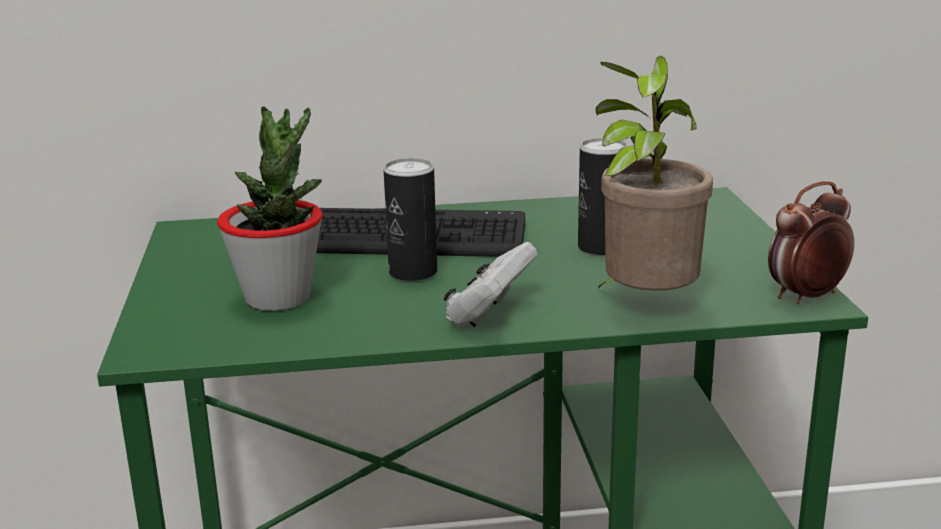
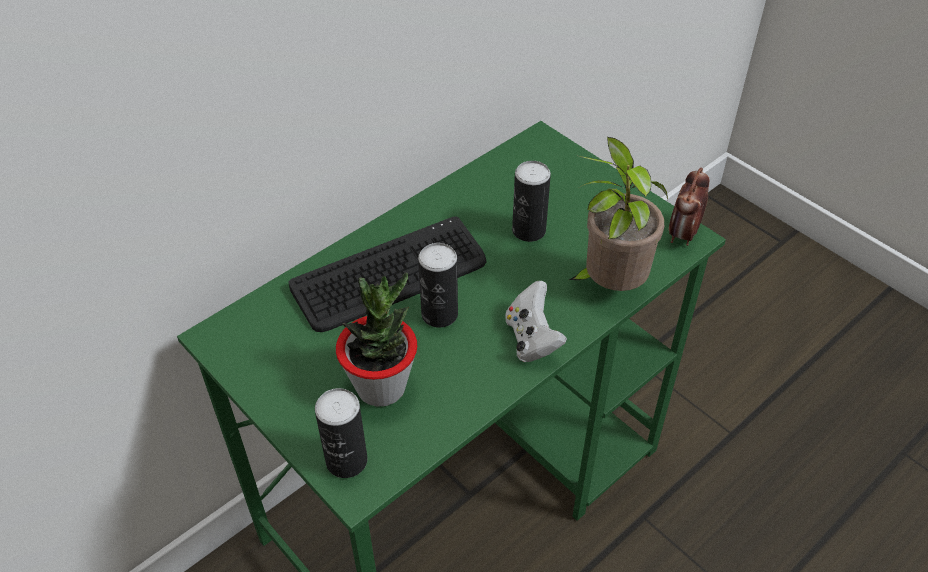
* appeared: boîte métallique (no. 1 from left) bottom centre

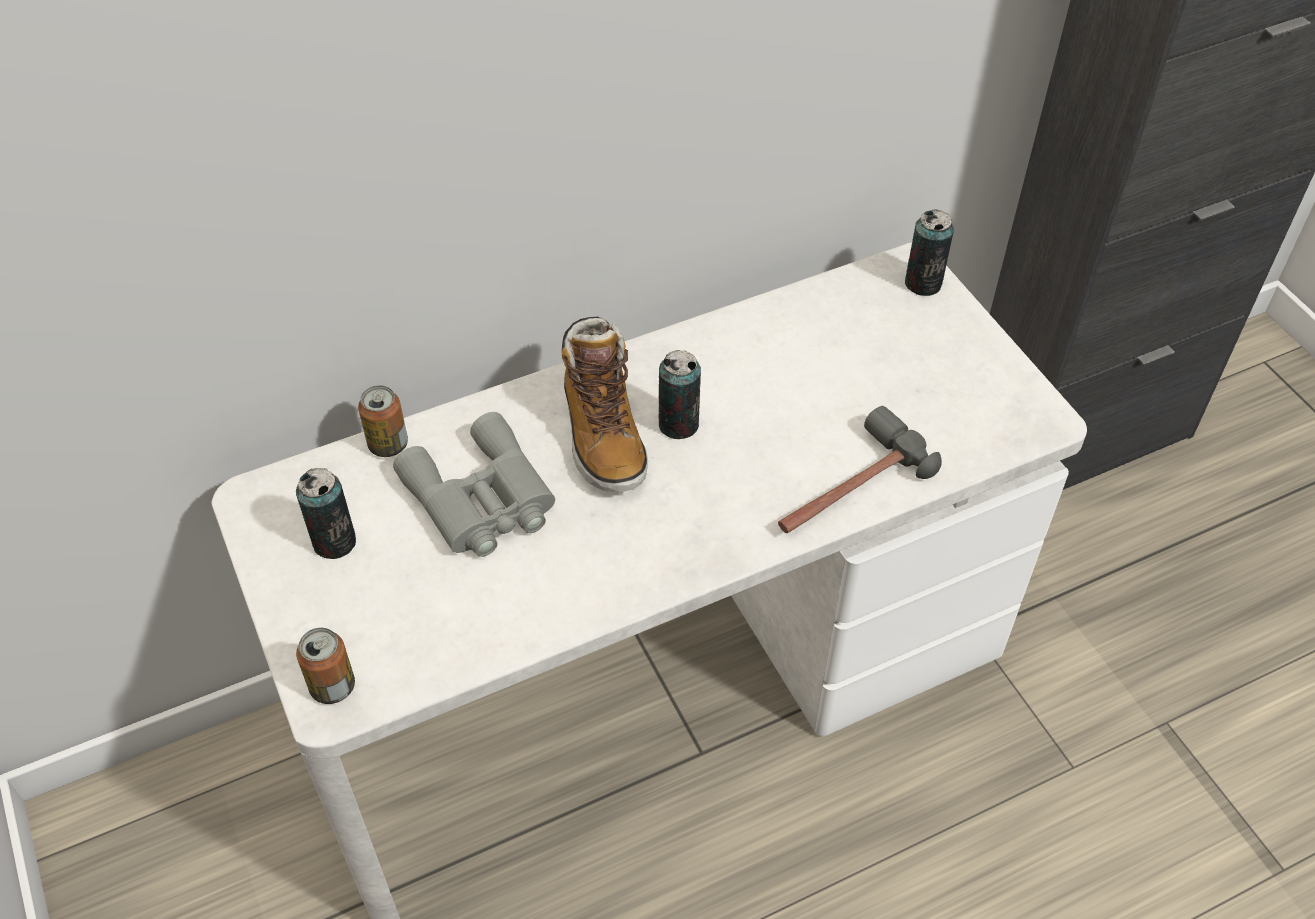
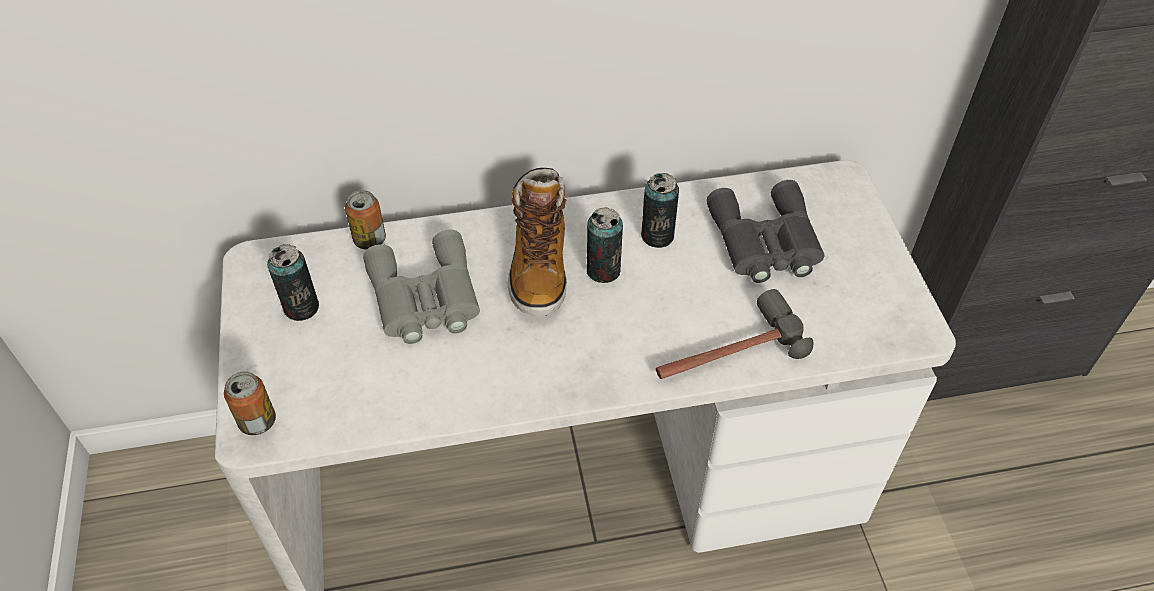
* relocated: boîte métallique (no. 5 from left) top right to centre
* appeared: jumelles [gris] (no. 2 from left) centre

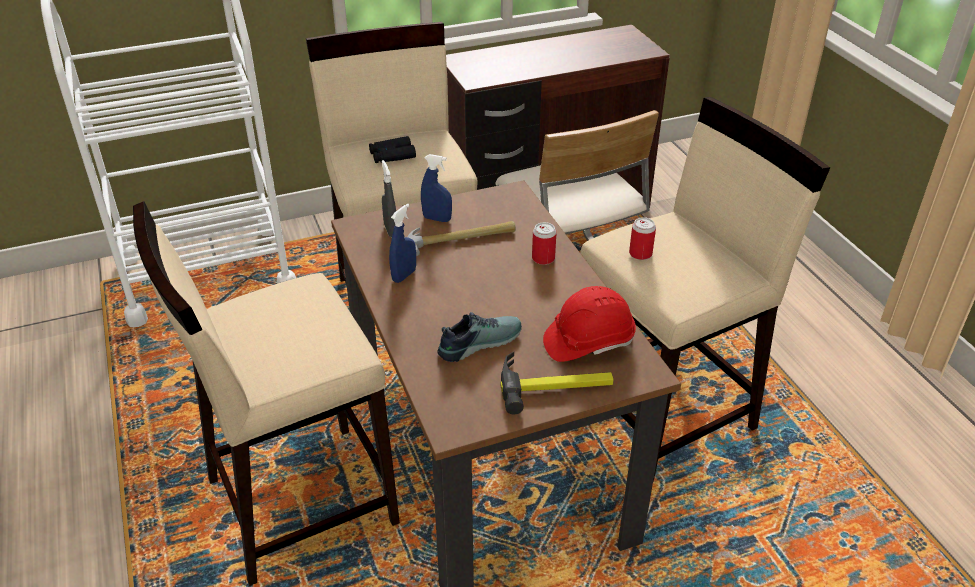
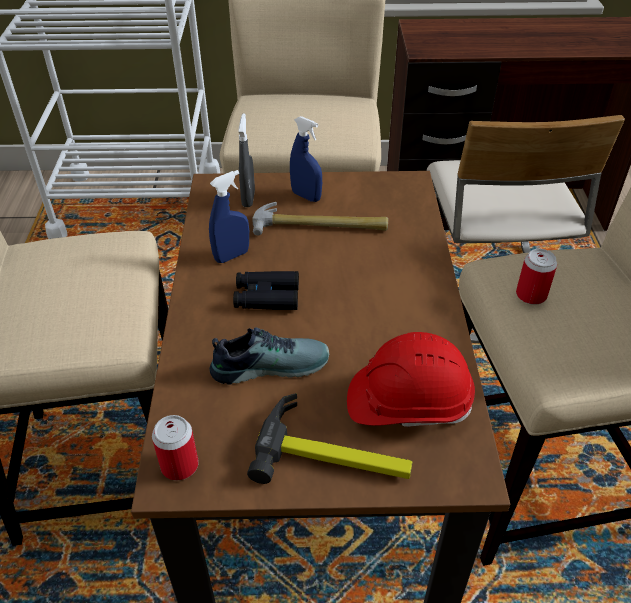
* relocated: jumelles [noir] top centre to centre
* relocated: boîte métallique (no. 1 from left) centre to bottom left

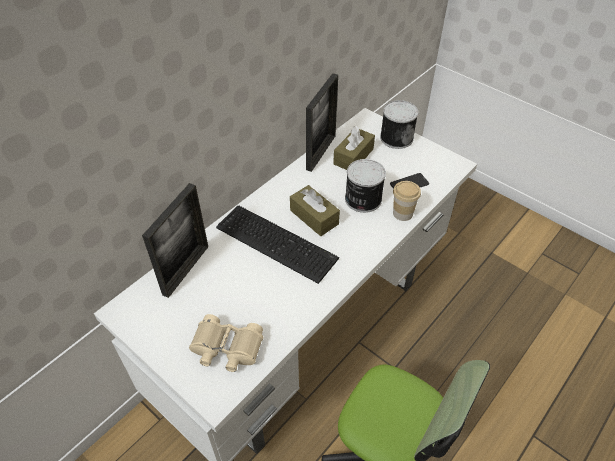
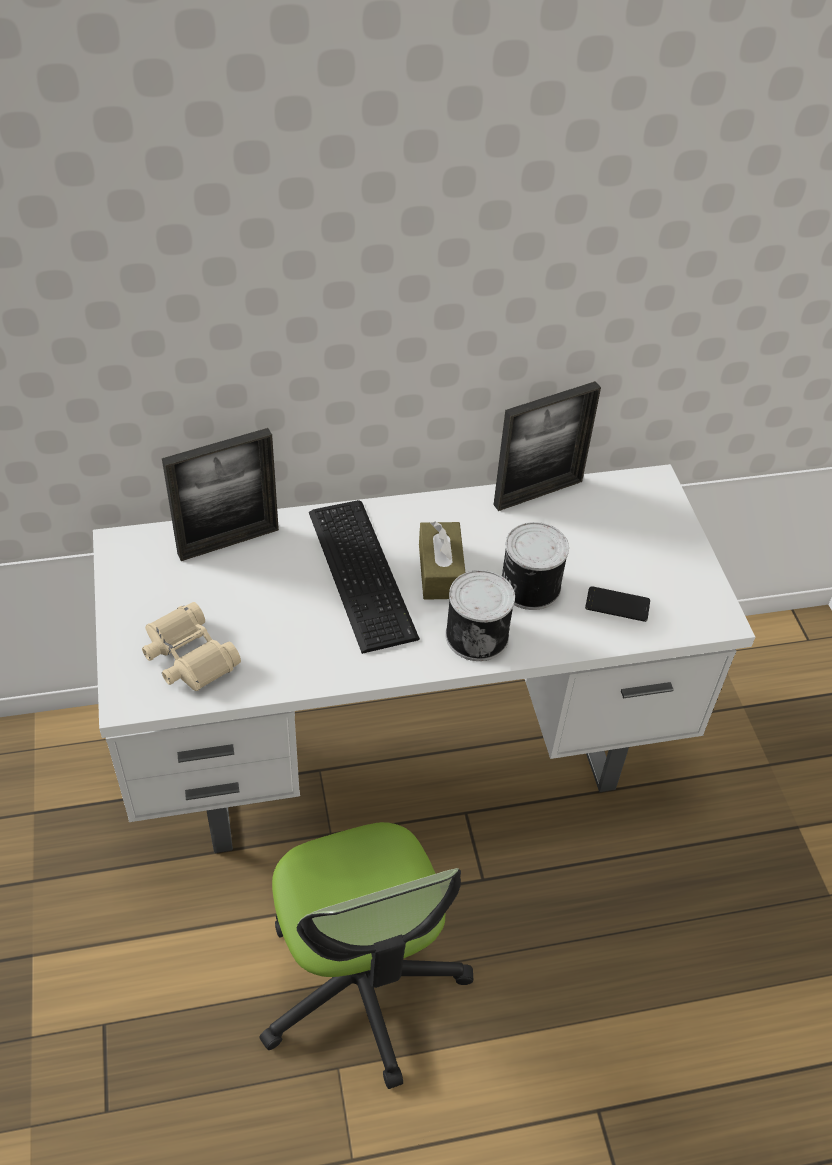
* missing: boîte à mouchoirs [marron] (no. 2 from left) top centre
* relocated: boîte métallique (no. 2 from left in the first image) top centre to boîte métallique (no. 1 from left) centre
* missing: tasse centre

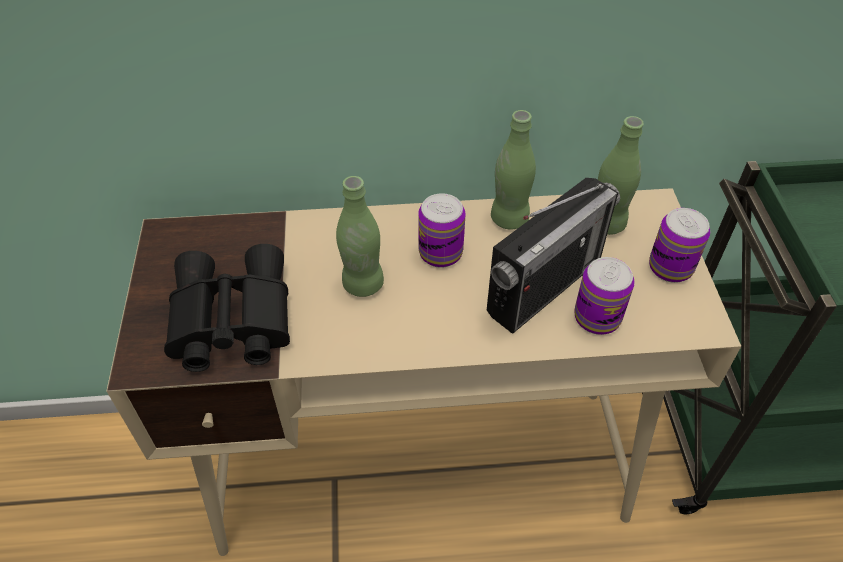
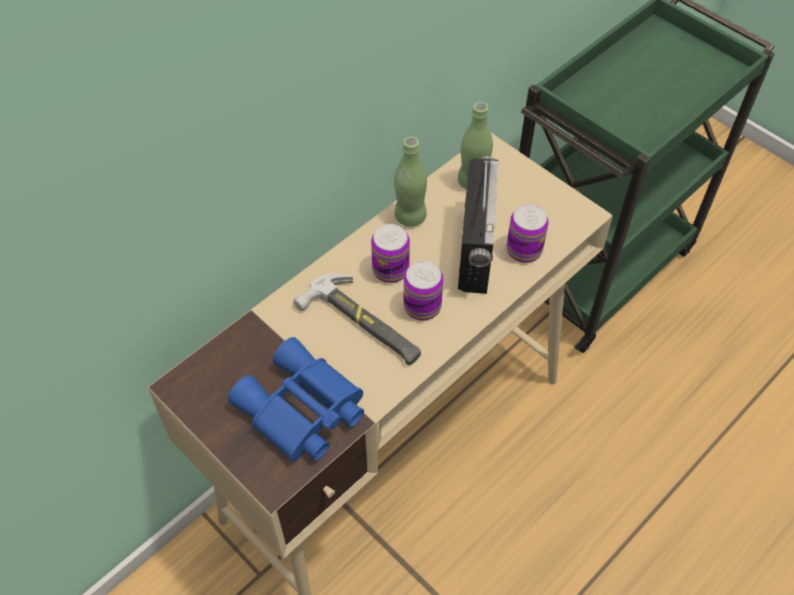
* colour: jumelles [noir] middle left to jumelles [bleu] bottom centre
* exchanged: bouteille [vert] (no. 1 from left) centre to marteau centre
* relocated: boîte métallique (no. 3 from left in the first image) middle right to boîte métallique (no. 2 from left) centre

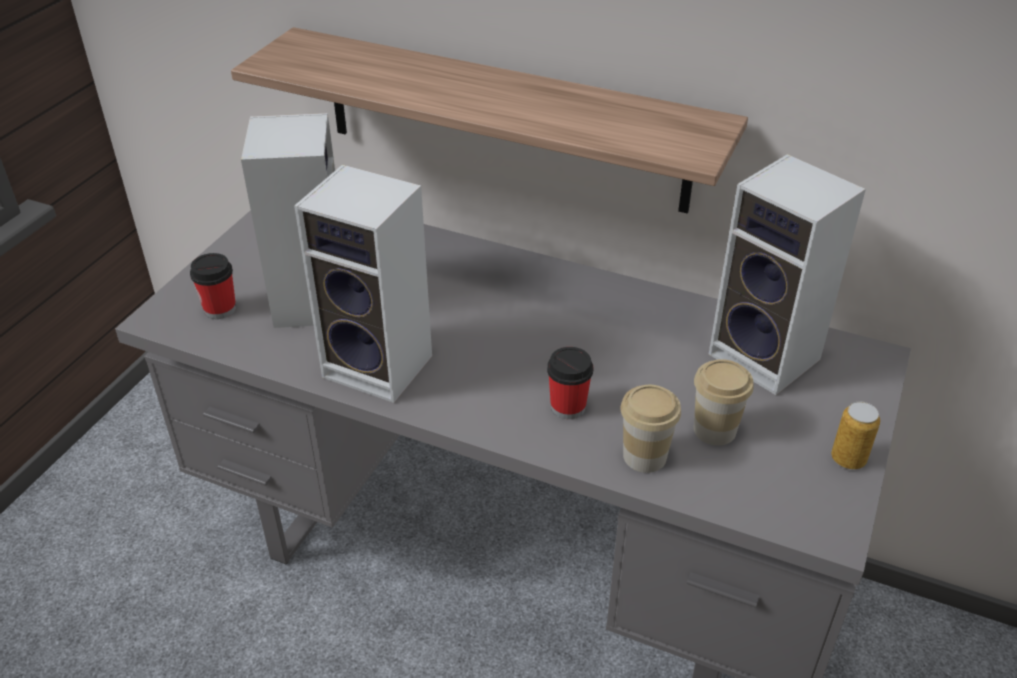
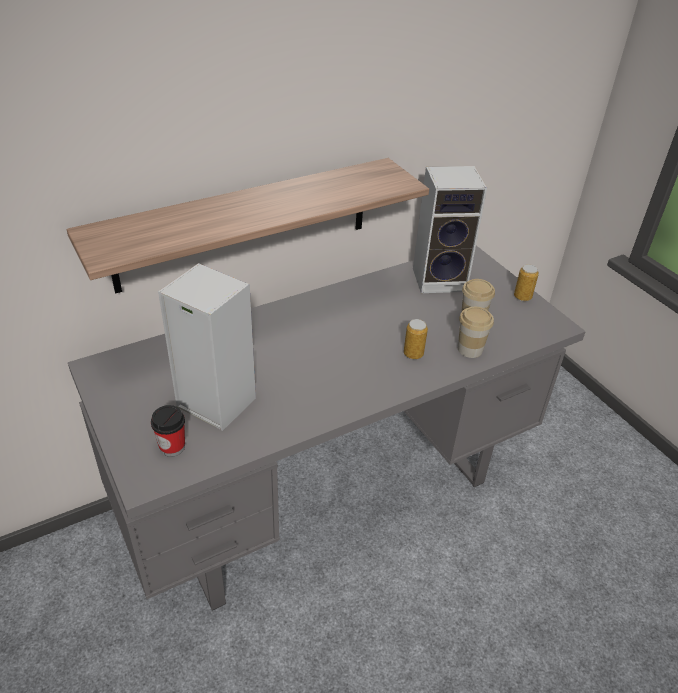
* missing: enceinte (no. 2 from left) centre
* exchanged: tasse (no. 2 from left) centre to boîte métallique (no. 1 from left) centre

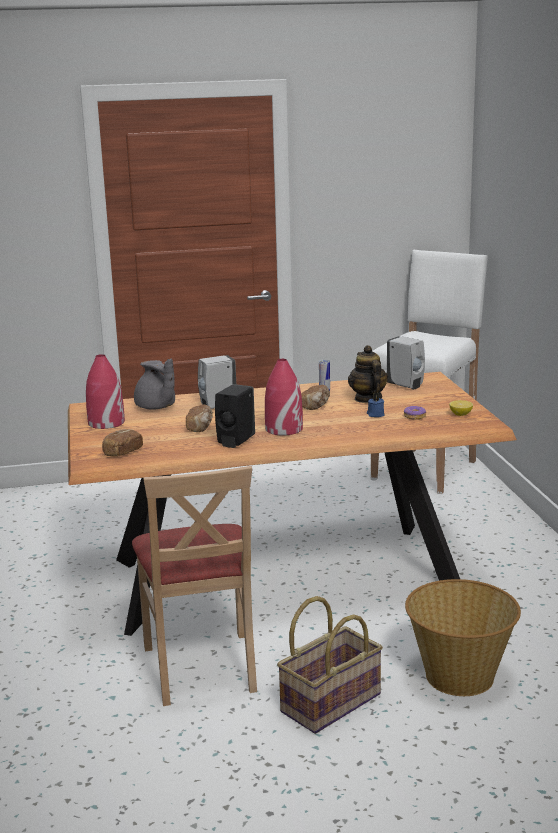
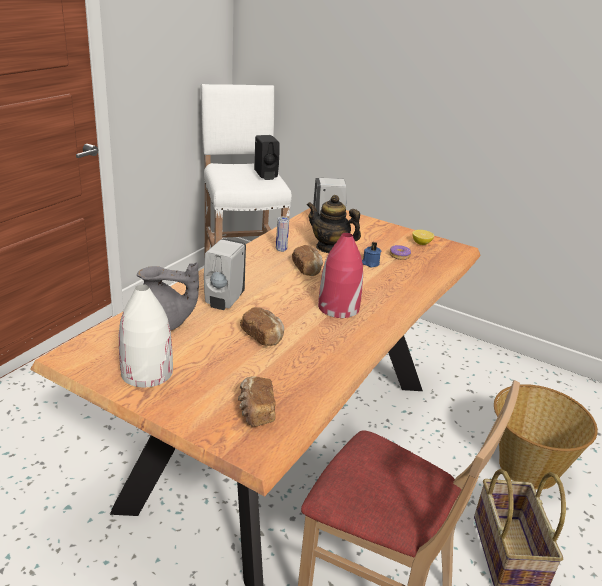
* colour: vase [rouge] (no. 1 from left) middle left to vase [blanc] middle left
* relocated: distributeur de savon [noir] centre to top centre

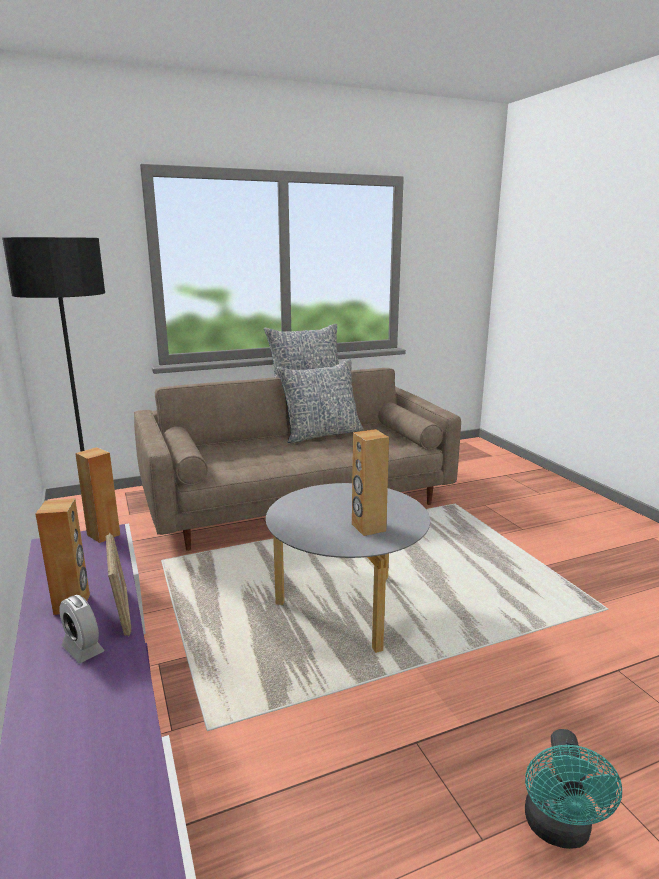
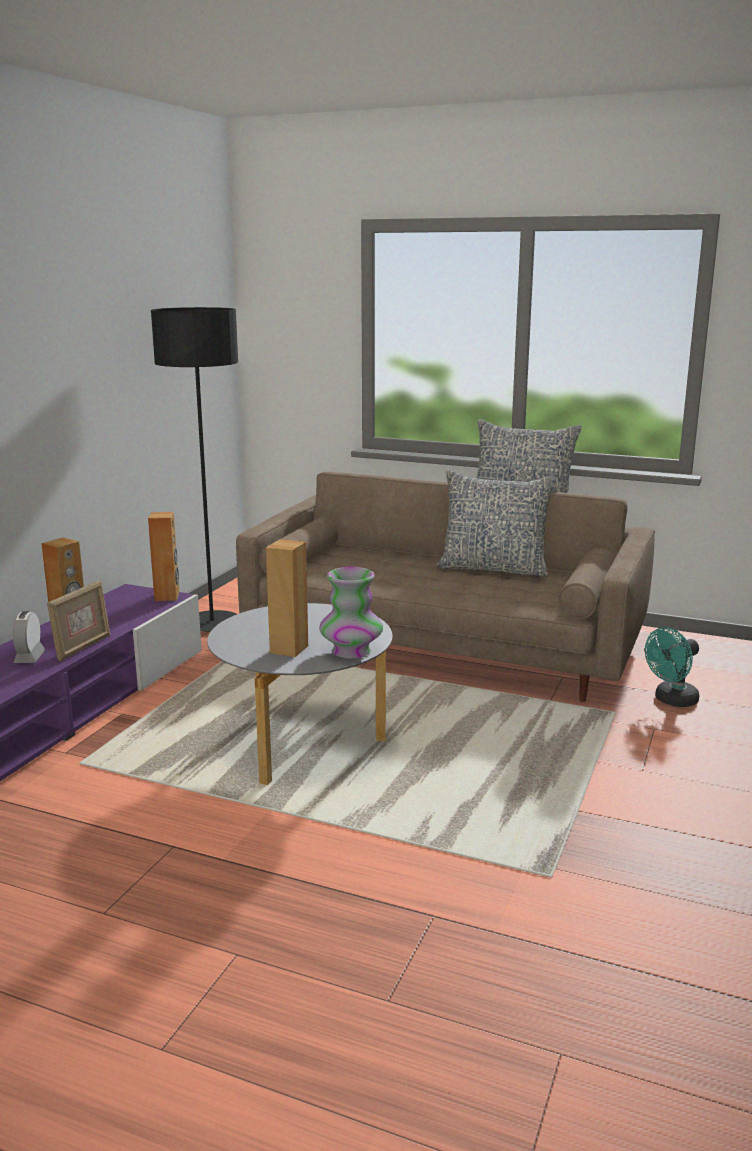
* relocated: ventilateur [turquoise] bottom right to middle right
* appeared: vase centre

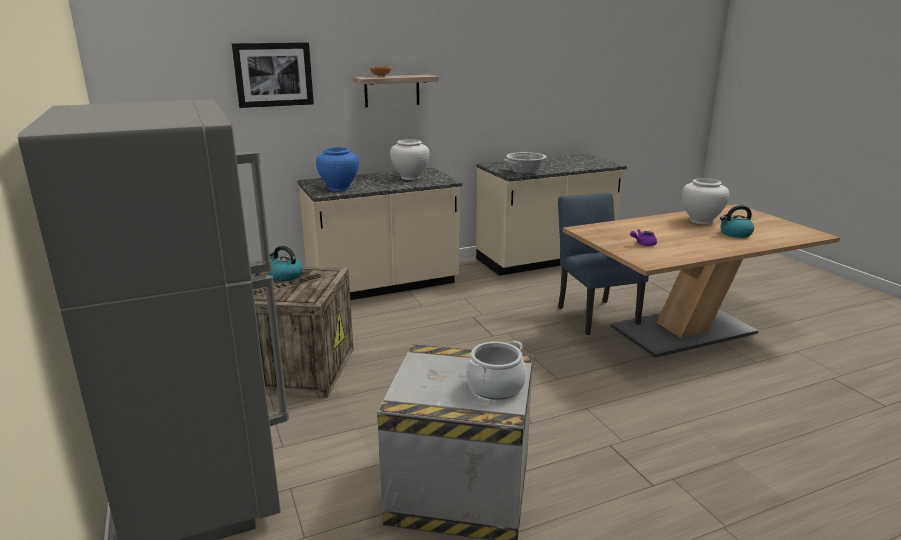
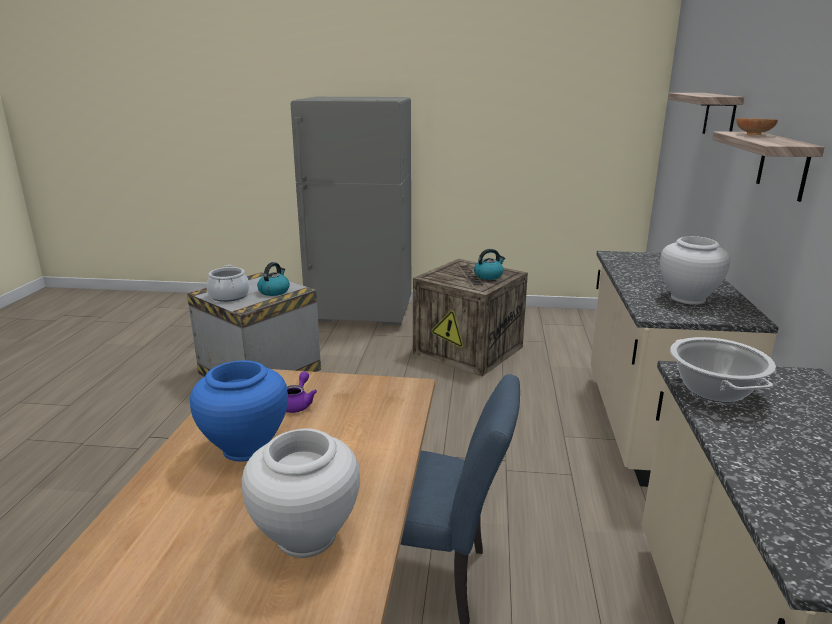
* exchanged: tableau top left to étagère (no. 1 from left) top right
* relocated: vase [bleu] top centre to middle left
* relocated: bouilloire (no. 2 from left in the first image) middle right to bouilloire (no. 1 from left) middle left

